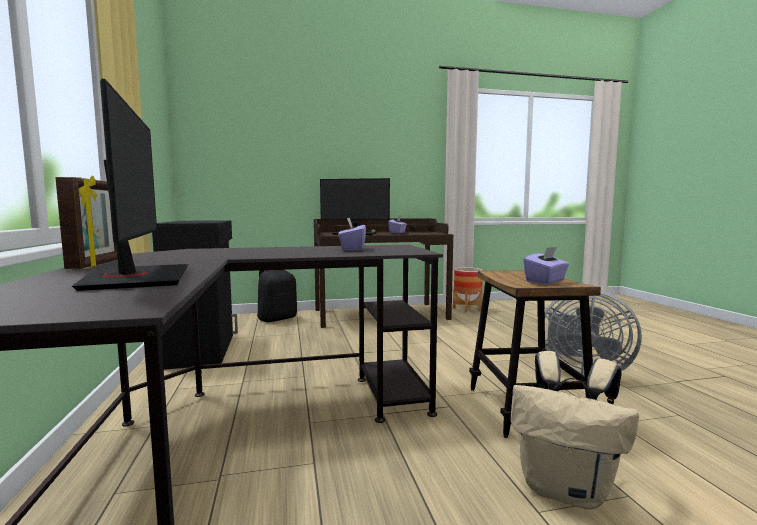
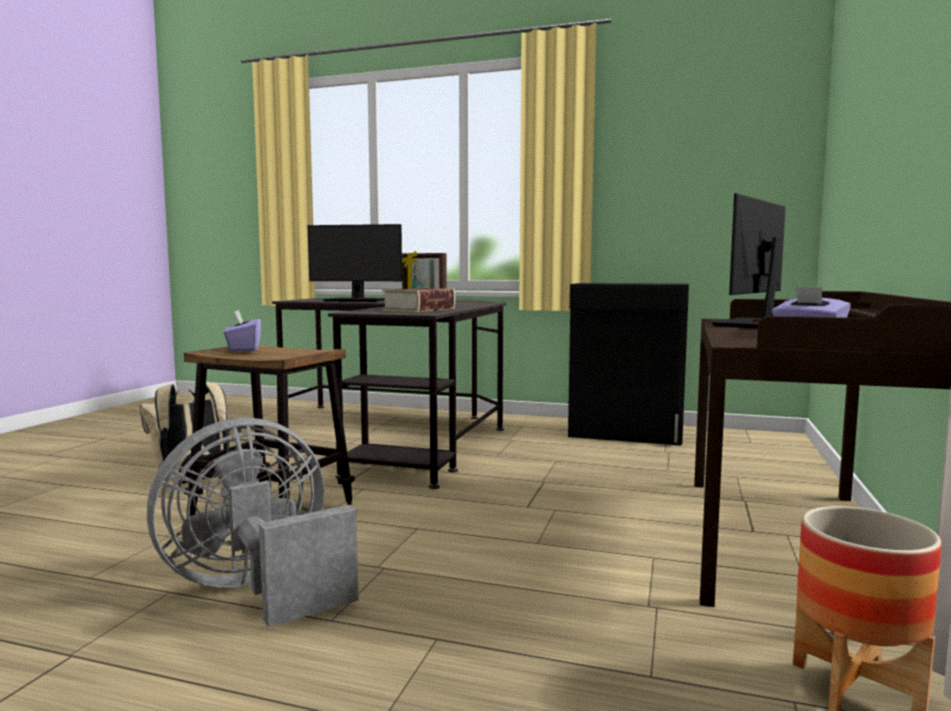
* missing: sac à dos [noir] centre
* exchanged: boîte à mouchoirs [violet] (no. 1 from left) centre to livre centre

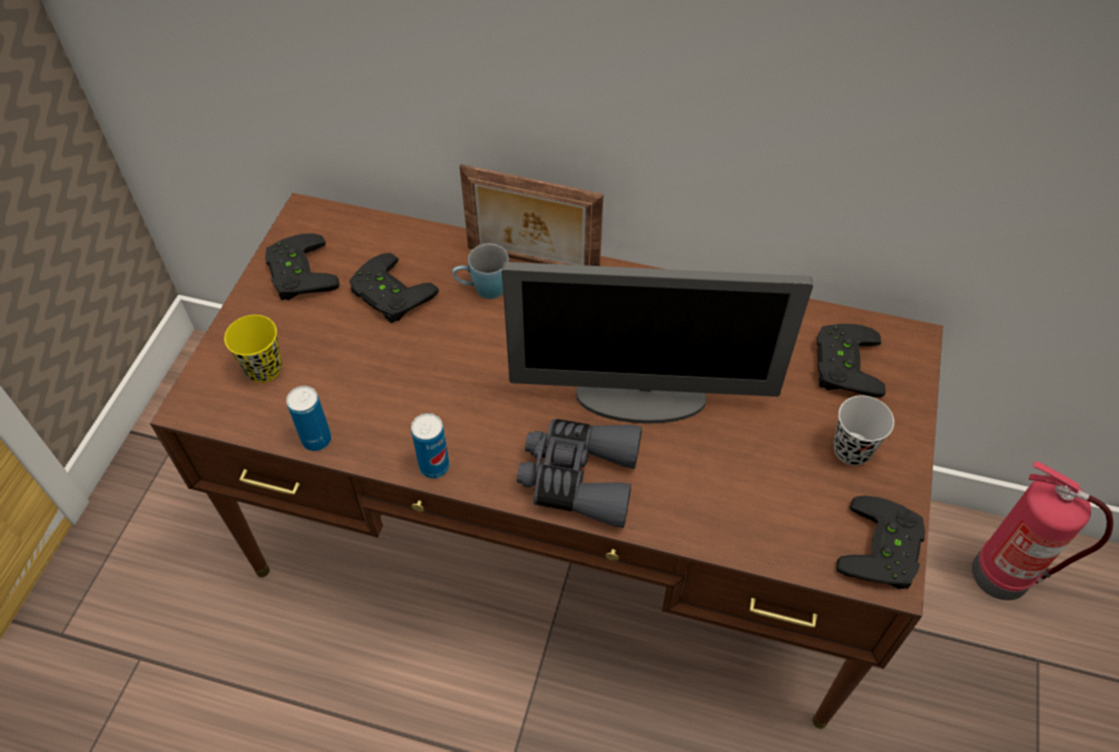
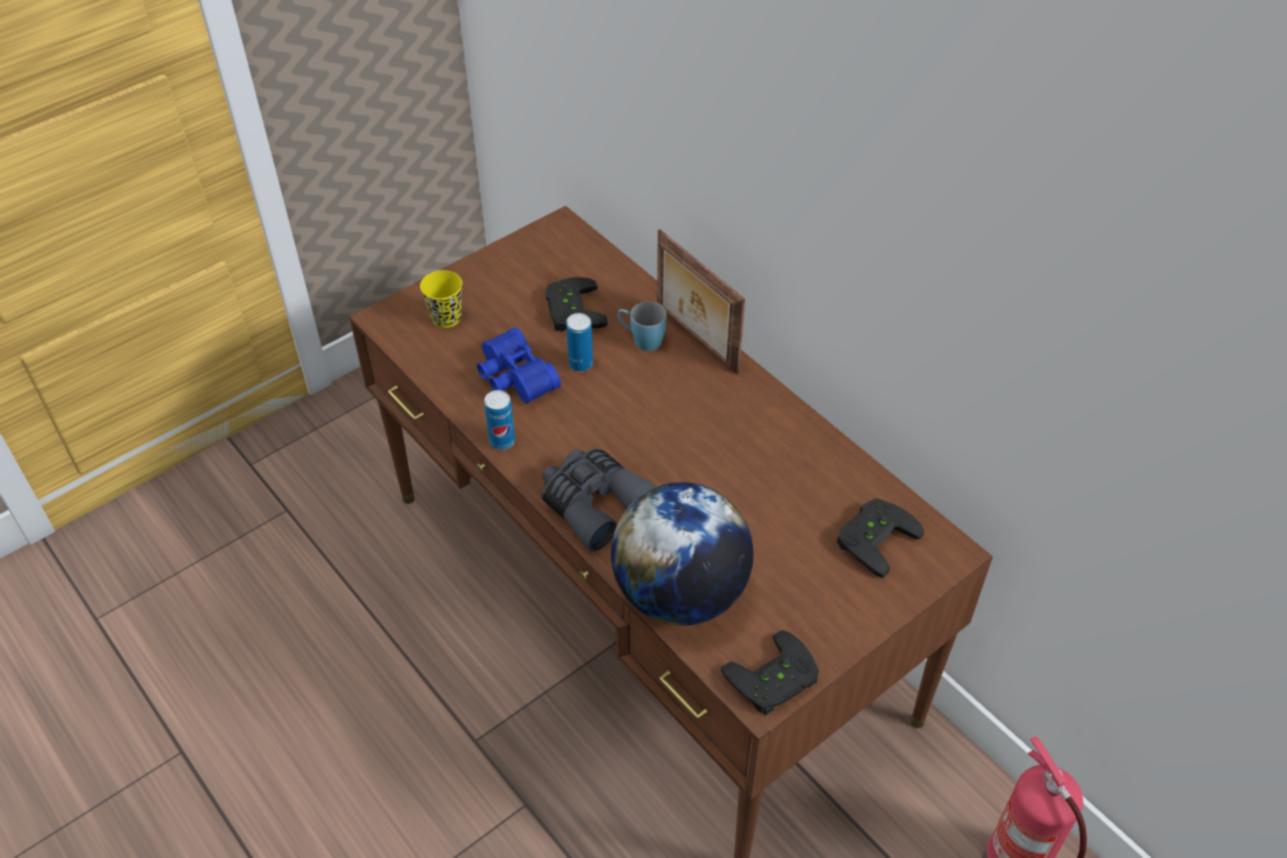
* missing: manette [noir] (no. 1 from left) middle left
* relocated: boîte métallique (no. 1 from left in the first image) middle left to boîte métallique (no. 2 from left) centre
* missing: écran d'ordinateur centre
* missing: tasse [noir] middle right
* appeared: jumelles [bleu] centre
* appeared: globe centre

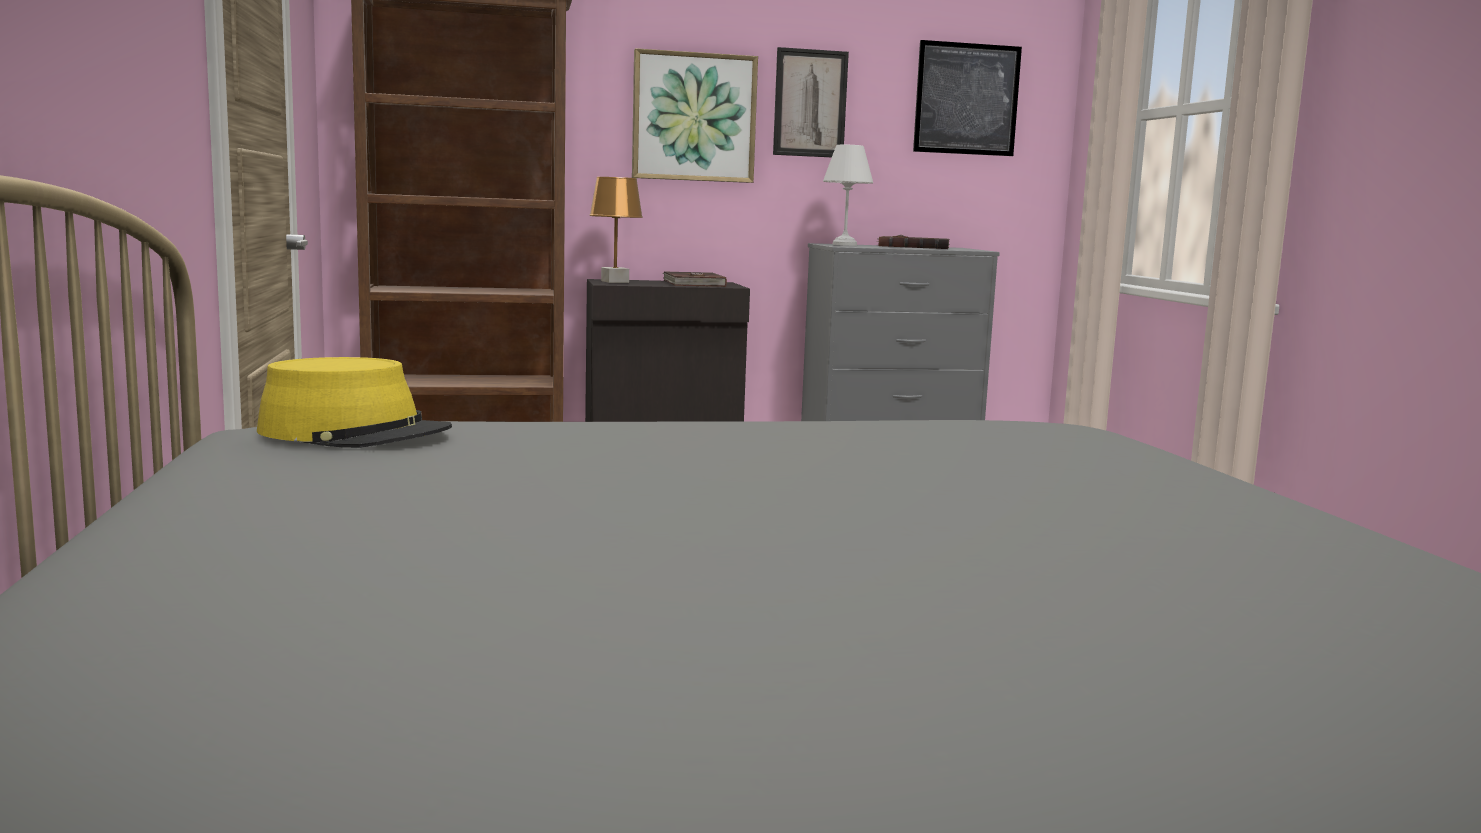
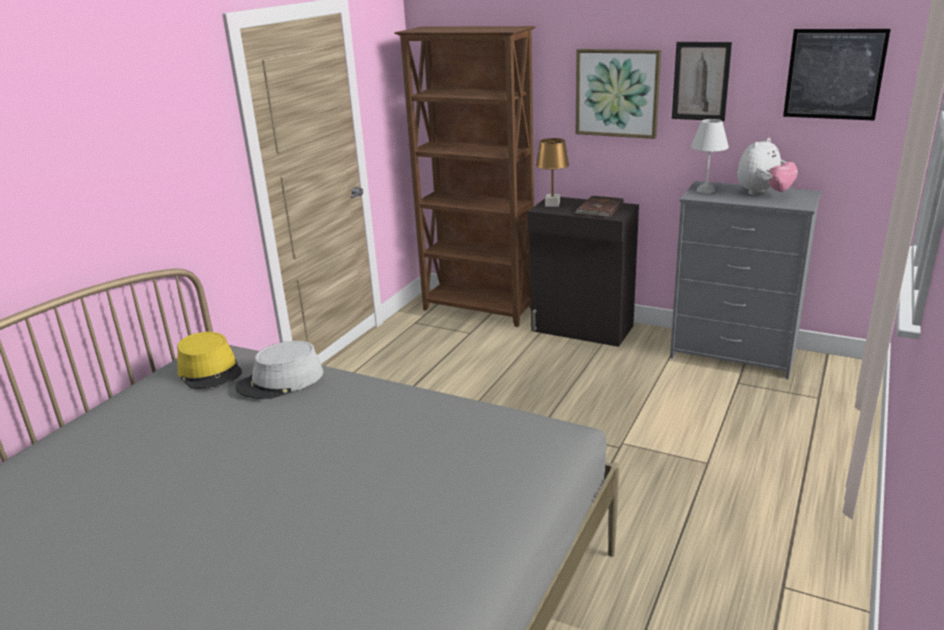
* exchanged: livre [marron] (no. 2 from left) top centre to peluche top right
* appeared: chapeau [gris] middle left

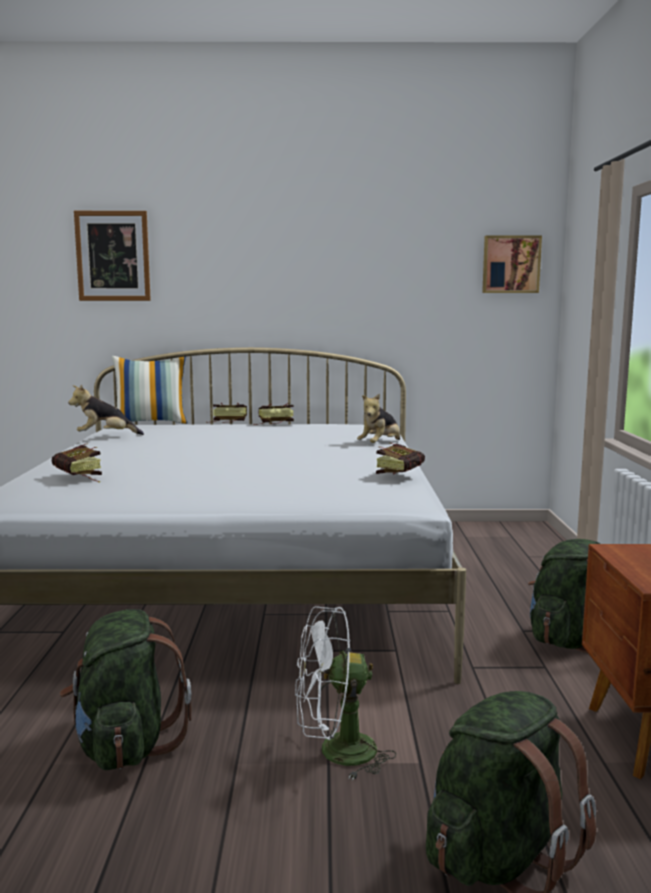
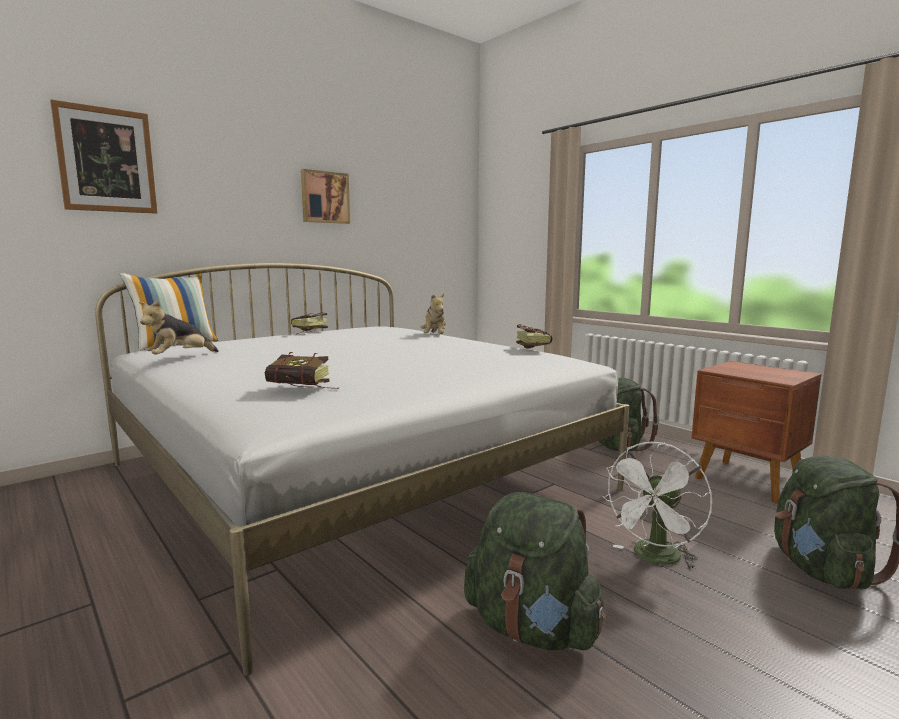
* missing: livre (no. 2 from left) centre
* relocated: tableau (no. 2 from left) top right to top centre

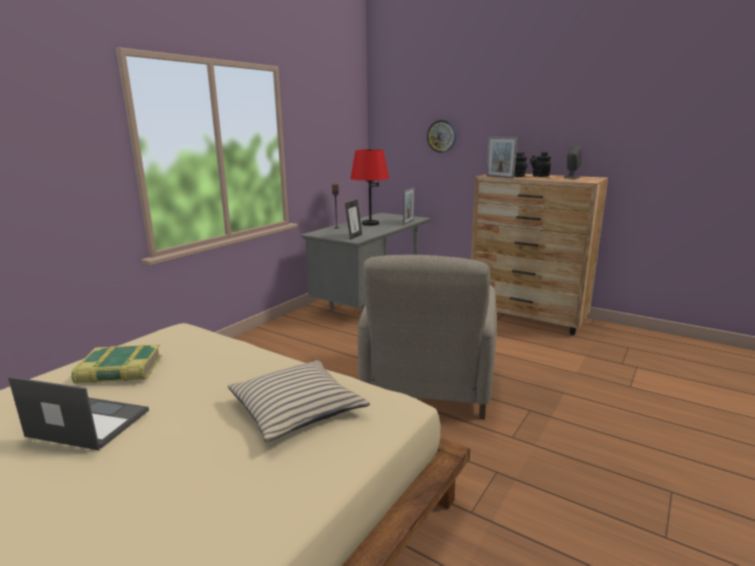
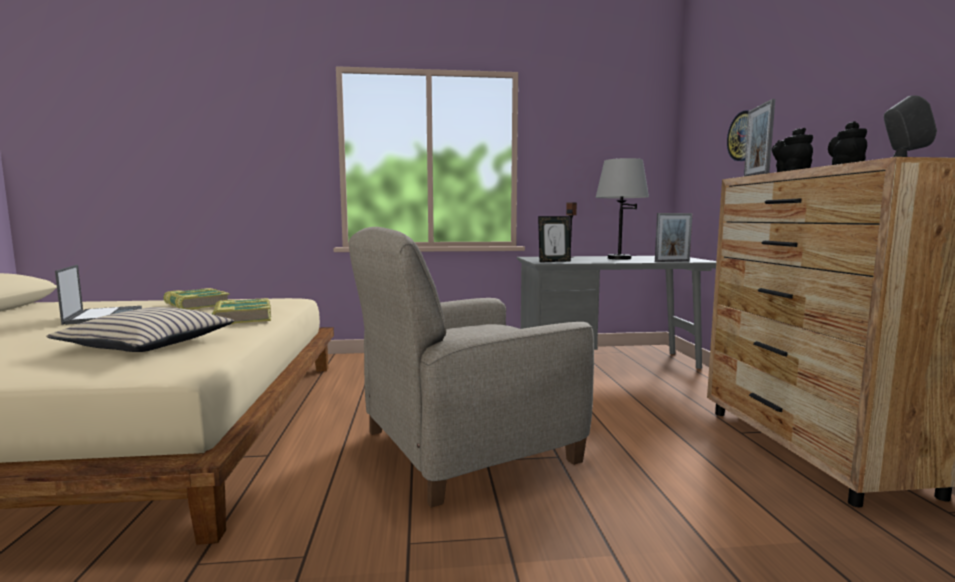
* colour: lampe de table [rouge] top centre to lampe de table [gris] centre
* appeared: livre (no. 2 from left) middle left

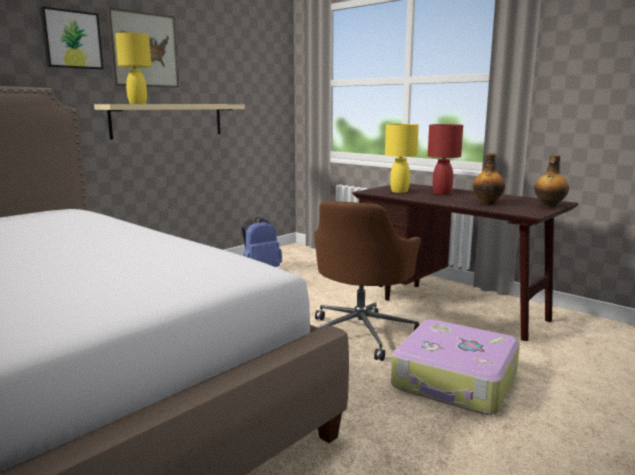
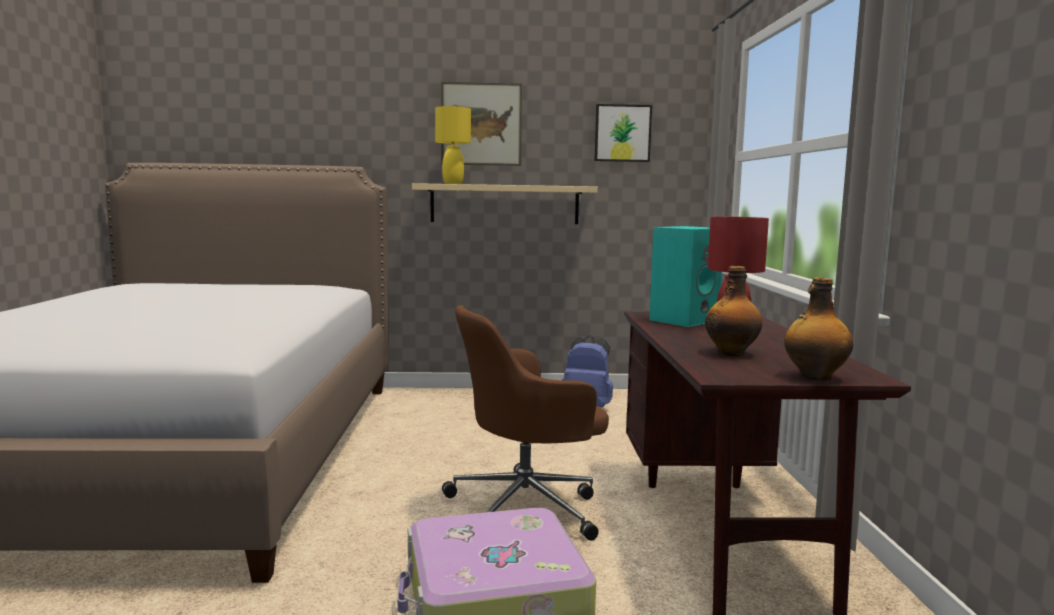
* relocated: tableau (no. 1 from left in the first image) top left to tableau (no. 2 from left) top centre
* exchanged: lampe de table [jaune] (no. 2 from left) top centre to enceinte [turquoise] centre

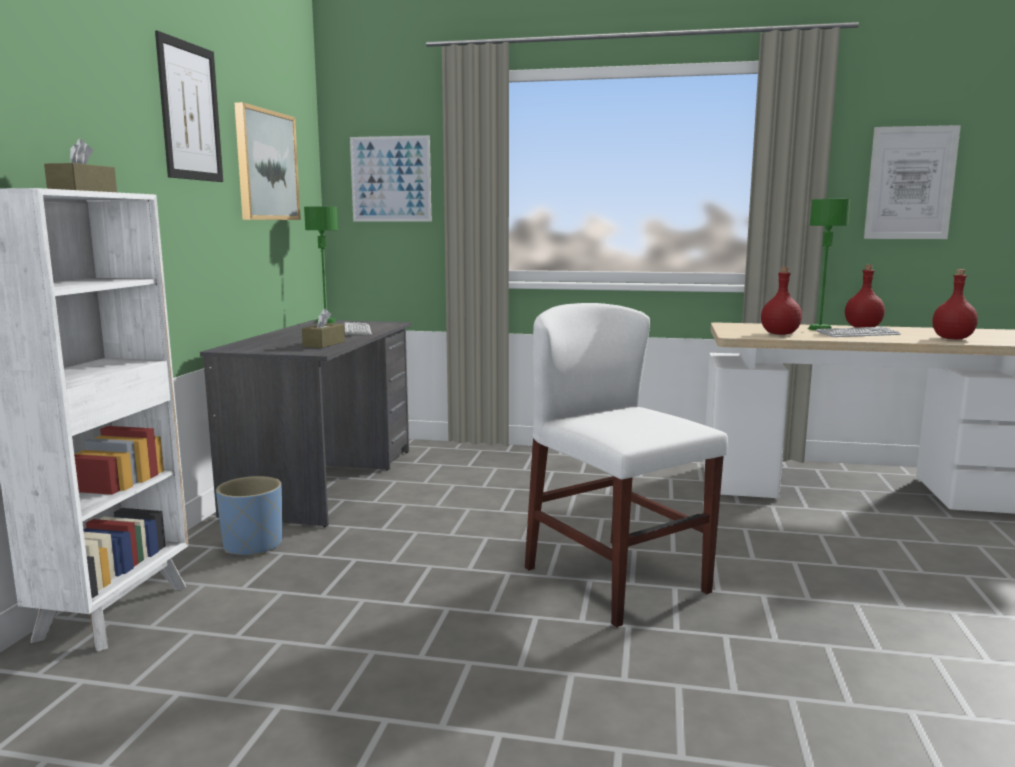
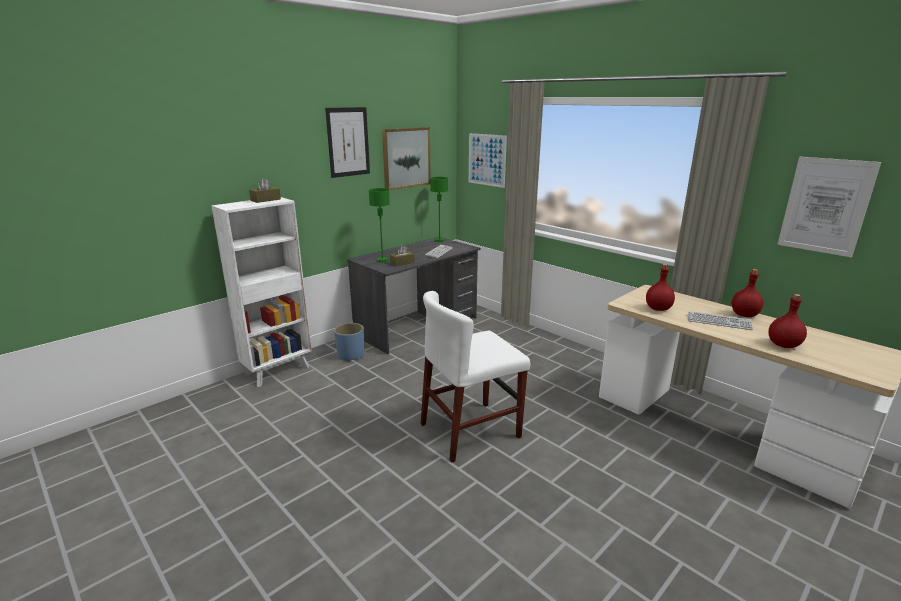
* spun: chaise [blanc] centre = centre 120 degrees counterclockwise
* relocated: lampe de table [vert] (no. 2 from left in the first image) middle right to lampe de table [vert] (no. 1 from left) centre

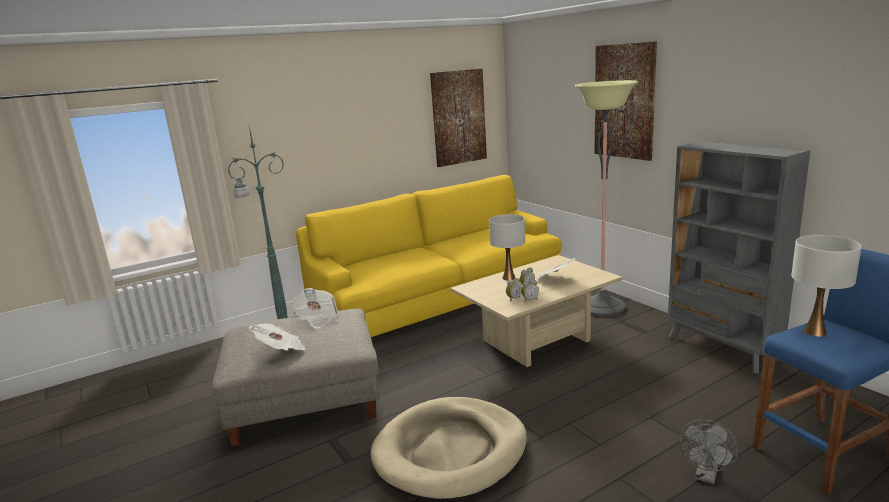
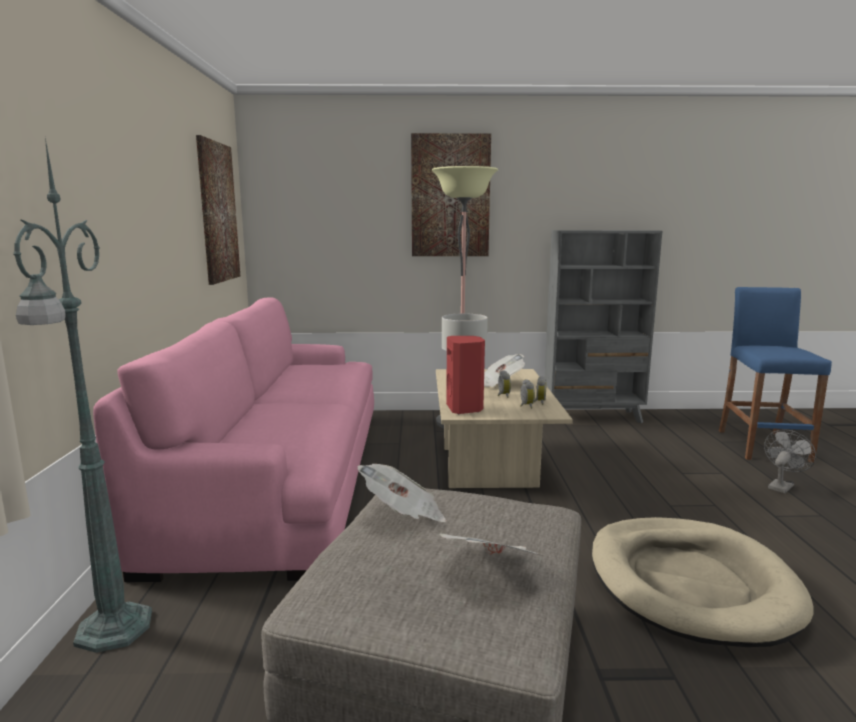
* colour: canapé [jaune] centre to canapé [rose] middle left
* spun: ventilateur [gris] bottom right = middle right 105 degrees counterclockwise
* missing: lampe de table [blanc] (no. 2 from left) middle right
* appeared: enceinte [rouge] centre

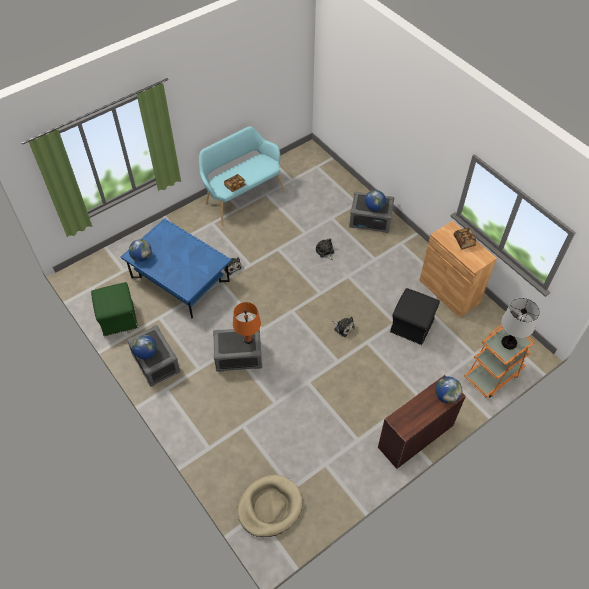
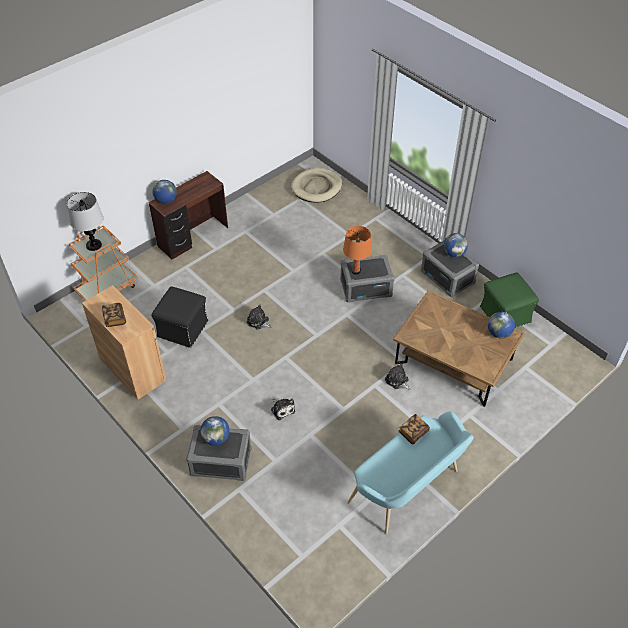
* colour: table basse [bleu] middle left to table basse [marron] middle right

